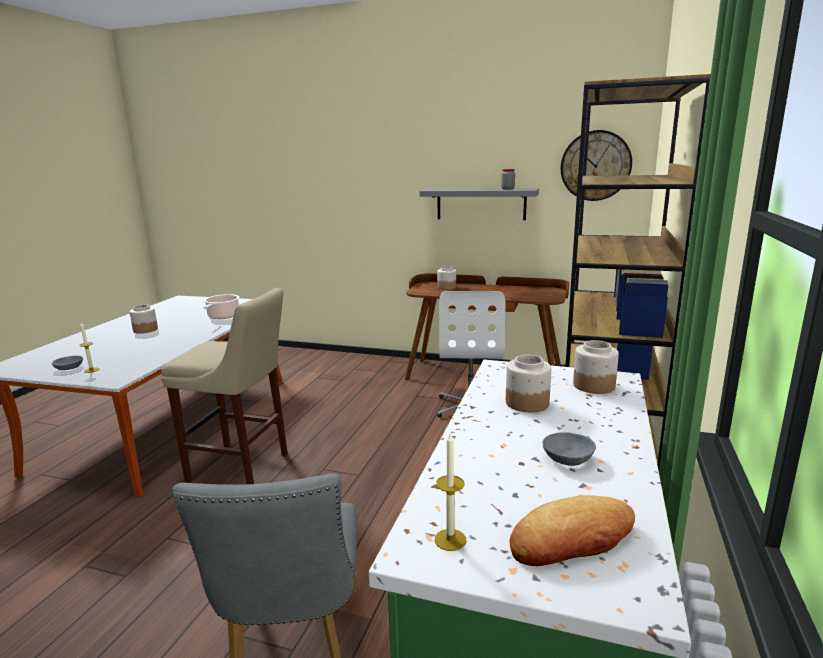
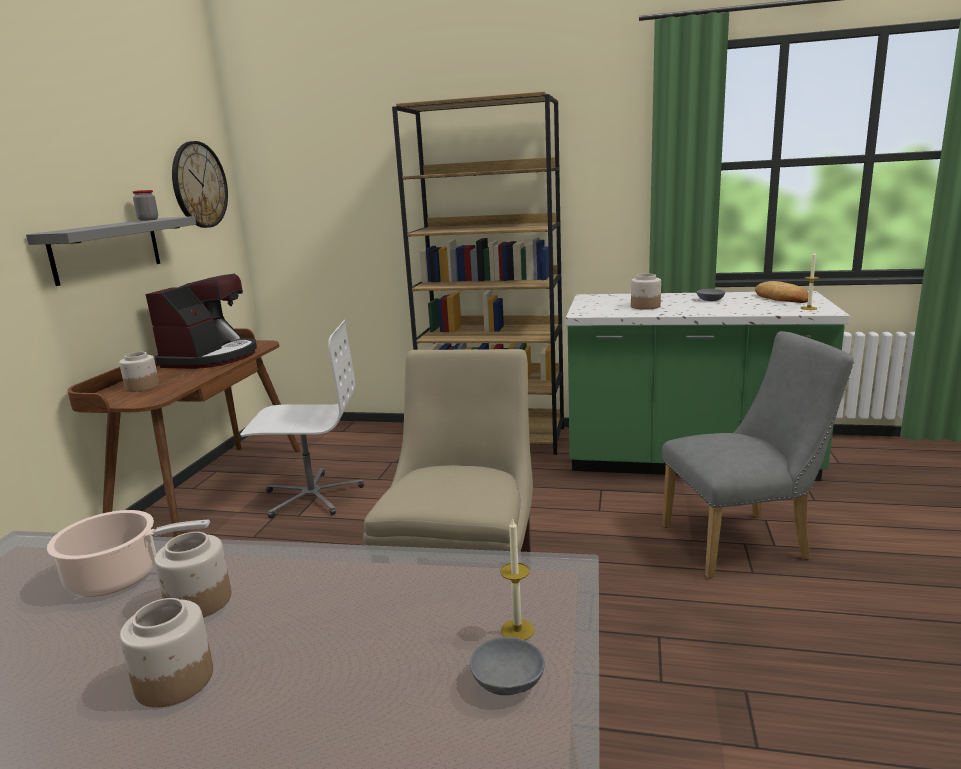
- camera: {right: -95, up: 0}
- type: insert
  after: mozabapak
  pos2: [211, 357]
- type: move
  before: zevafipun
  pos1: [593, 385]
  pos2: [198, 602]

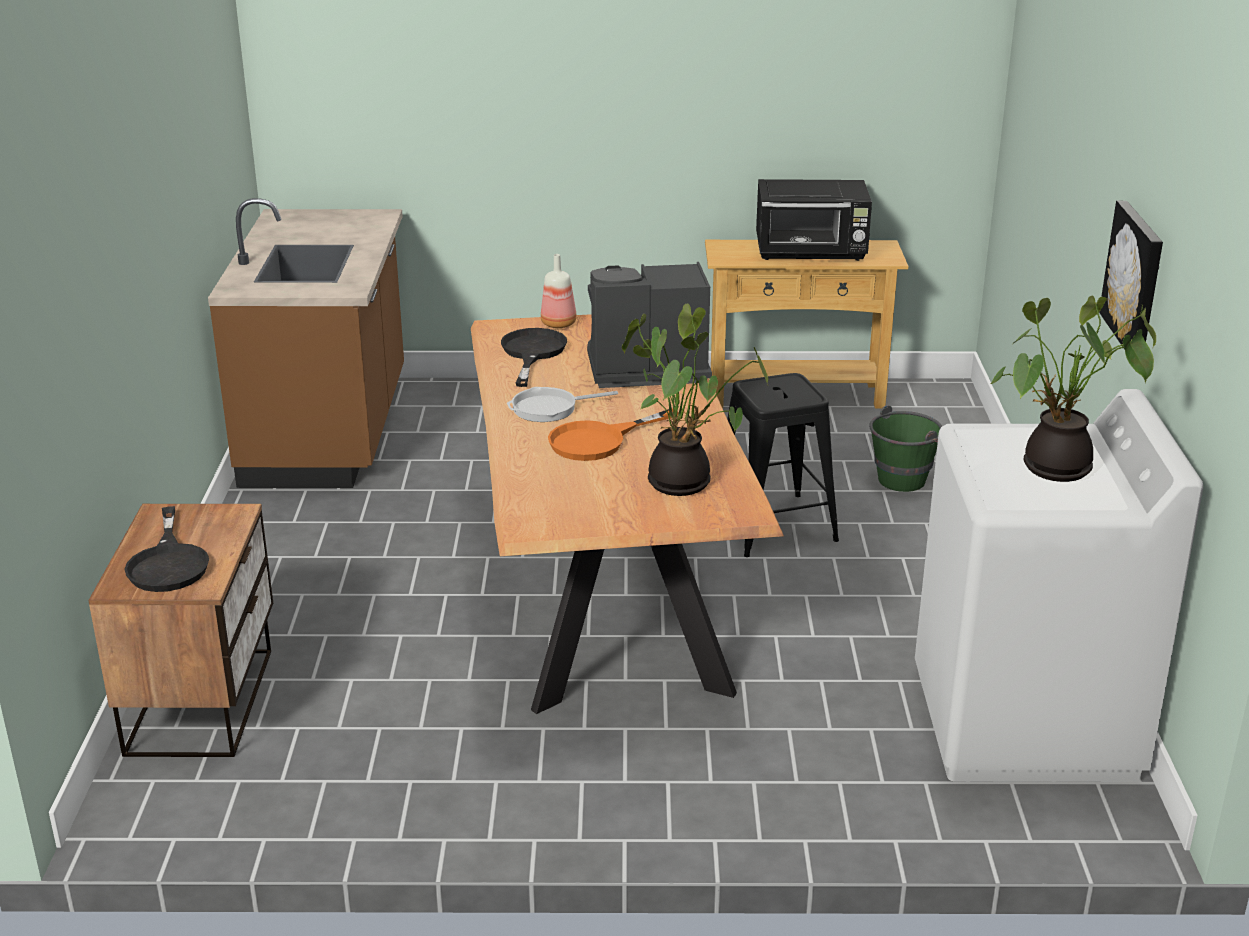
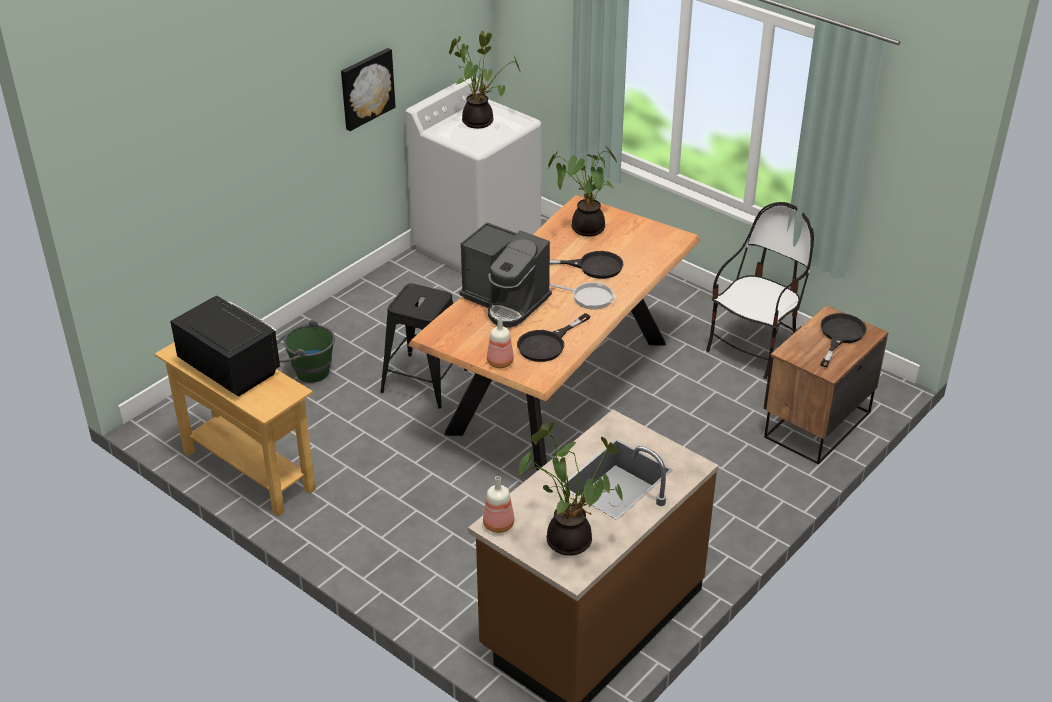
- camera: {right: -140, up: 10}
- type: insert
  after: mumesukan
  pos2: [498, 524]
- type: insert
  after: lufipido
  pos2: [570, 538]
- type: insert
  after: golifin
  pos2: [754, 348]
- type: recolor
  before: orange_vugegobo
  after: black_vugegobo
  pos1: [598, 440]
  pos2: [592, 266]

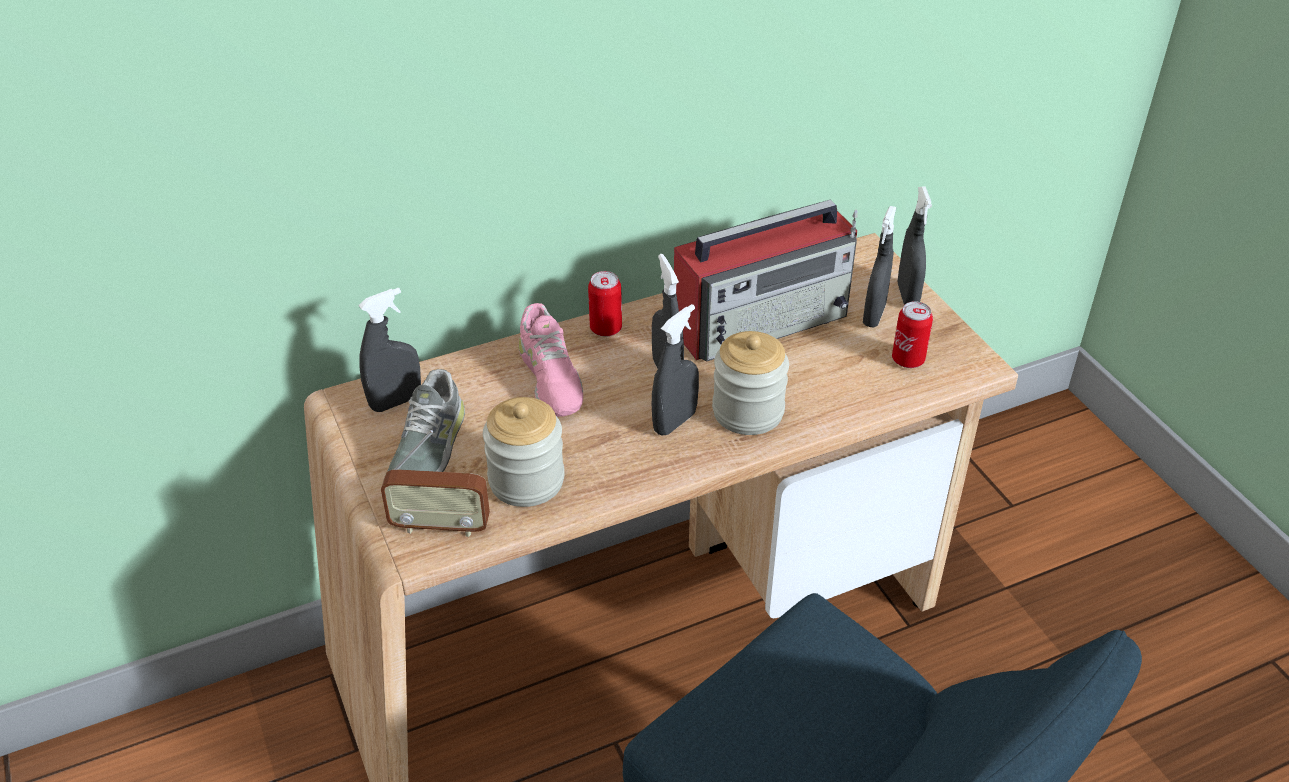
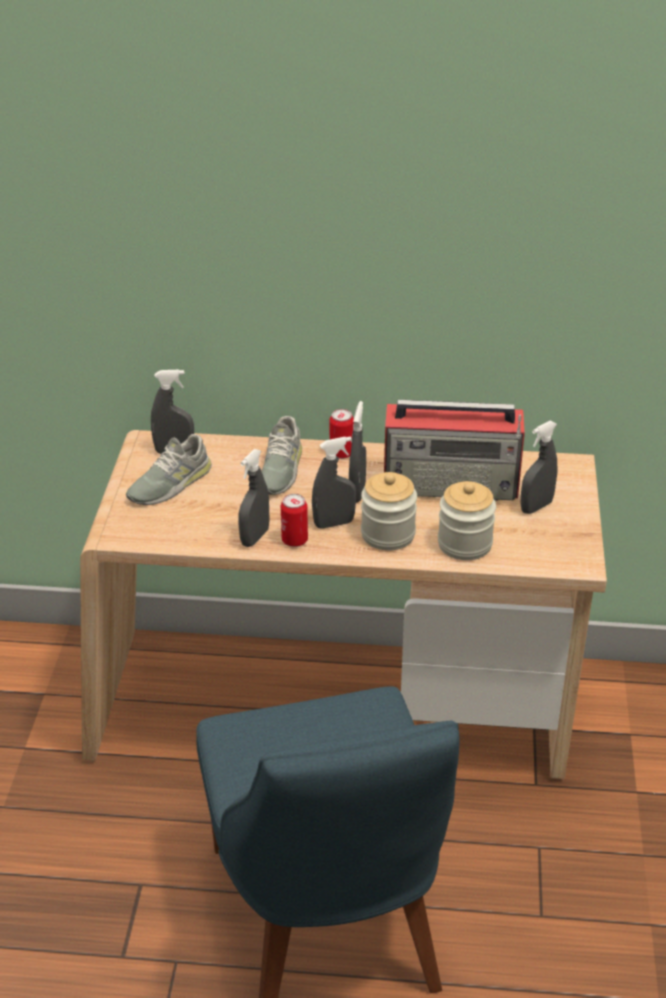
- camera: {right: 30, up: -5}
- type: delete
  before: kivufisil
  pos1: [440, 526]
- type: move
  before: zevafipun
  pos1: [526, 481]
  pos2: [464, 544]
- type: move
  before: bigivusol
  pos1: [908, 360]
  pos2: [294, 540]
- type: move
  before: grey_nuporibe
  pos1: [907, 295]
  pos2: [255, 537]
- type: recolor
  before: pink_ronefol
  after: grey_ronefol
  pos1: [550, 377]
  pos2: [279, 470]

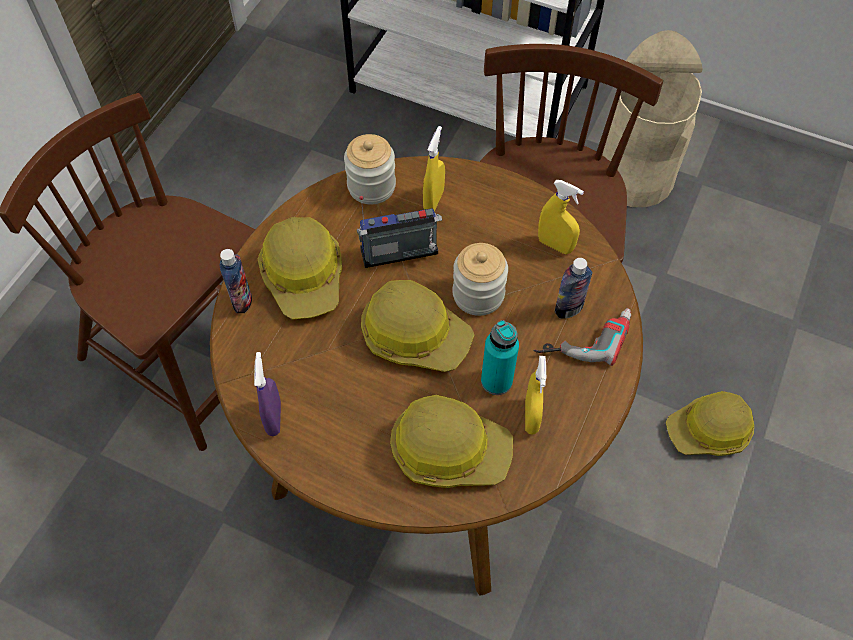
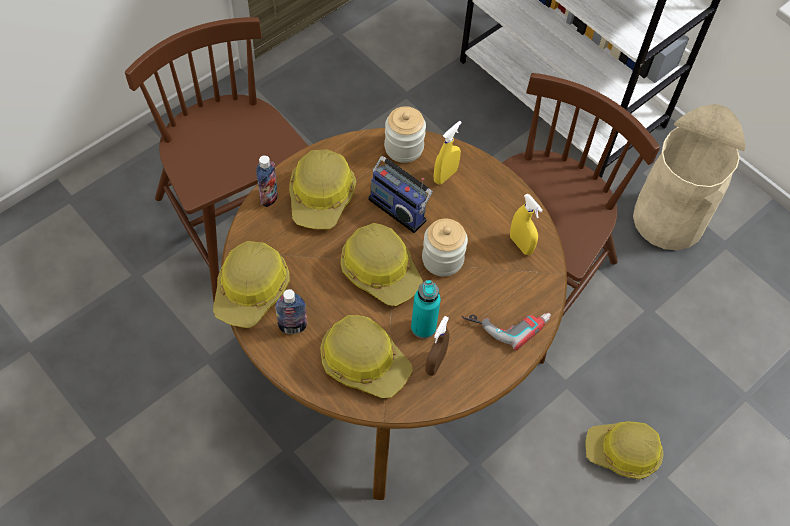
- camera: {right: 20, up: 0}
- type: move
  before: mumesukan
  pos1: [568, 309]
  pos2: [292, 327]
- type: replace
  before: purple_nuporibe
  after: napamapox
  pos1: [274, 418]
  pos2: [252, 290]
- type: recolor
  before: yellow_nuporibe
  after: brown_nuporibe
  pos1: [531, 417]
  pos2: [435, 363]
- type: rotate
  before: kivufisil
  pos1: [400, 255]
  pos2: [399, 208]
  turn: -150

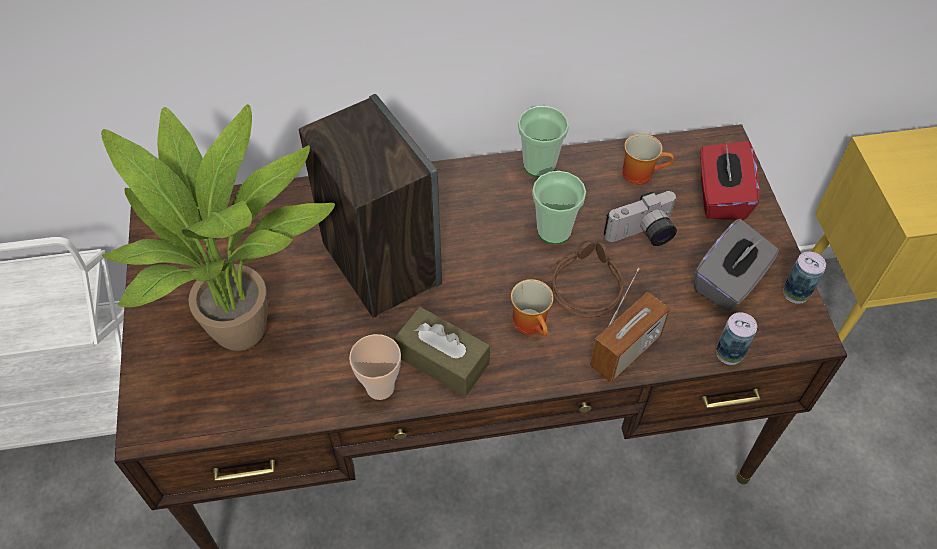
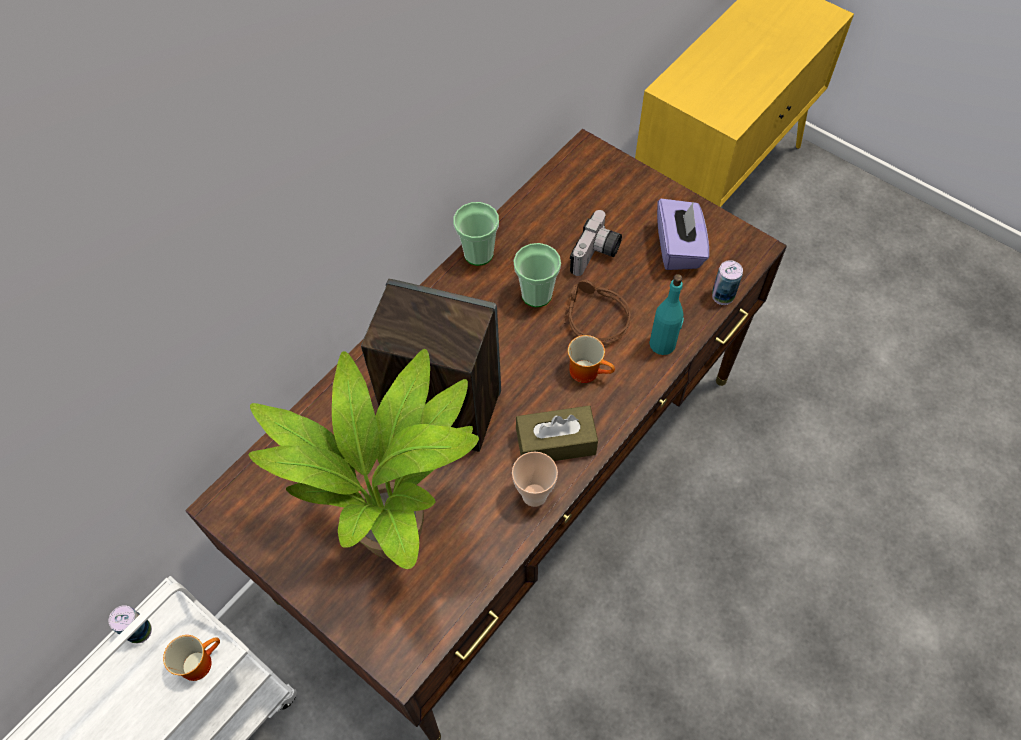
- camera: {right: -40, up: 5}
- type: delete
  before: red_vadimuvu
  pos1: [720, 196]
- type: move
  before: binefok
  pos1: [641, 172]
  pos2: [199, 660]
- type: move
  before: bigivusol
  pos1: [796, 293]
  pos2: [139, 631]
- type: replace
  before: kivufisil
  after: turquoise_mumesukan
  pos1: [625, 352]
  pos2: [663, 344]
- type: recolor
  before: grey_vadimuvu
  after: purple_vadimuvu
  pos1: [729, 282]
  pos2: [679, 248]

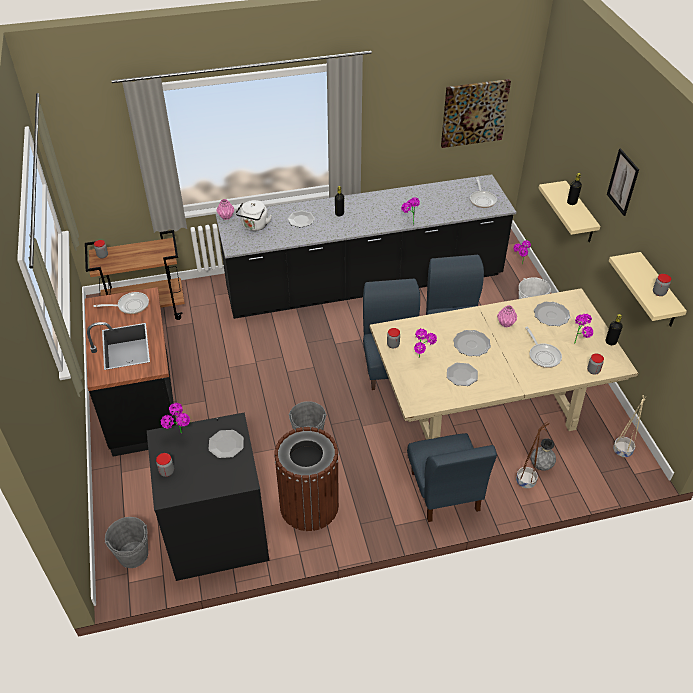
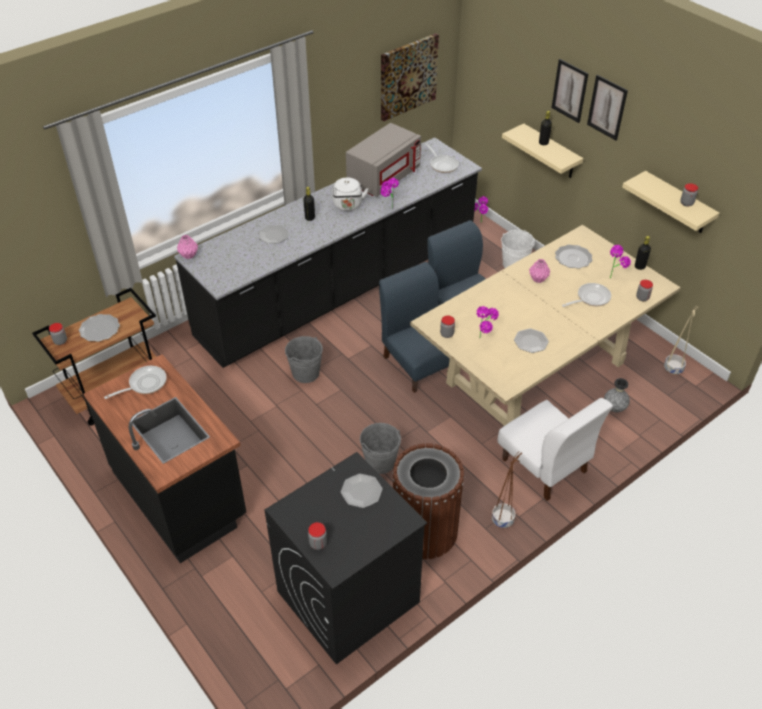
- camera: {right: -25, up: 0}
- type: delete
  before: lufipido
  pos1: [180, 437]
- type: insert
  after: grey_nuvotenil
  pos2: [383, 177]
- type: insert
  after: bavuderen
  pos2: [569, 91]
- type: move
  before: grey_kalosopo
  pos1: [133, 554]
  pos2: [306, 373]
- type: move
  before: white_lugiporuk
  pos1: [254, 226]
  pos2: [348, 206]
- type: move
  before: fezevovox
  pos1: [471, 345]
  pos2: [100, 329]
- type: move
  before: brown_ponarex
  pos1: [526, 481]
  pos2: [503, 519]
- type: recolor
  before: blue_golifin
  after: white_golifin
  pos1: [444, 491]
  pos2: [544, 466]
- type: rotate
  before: vugegobo
  pos1: [543, 355]
  pos2: [590, 298]
  turn: -75

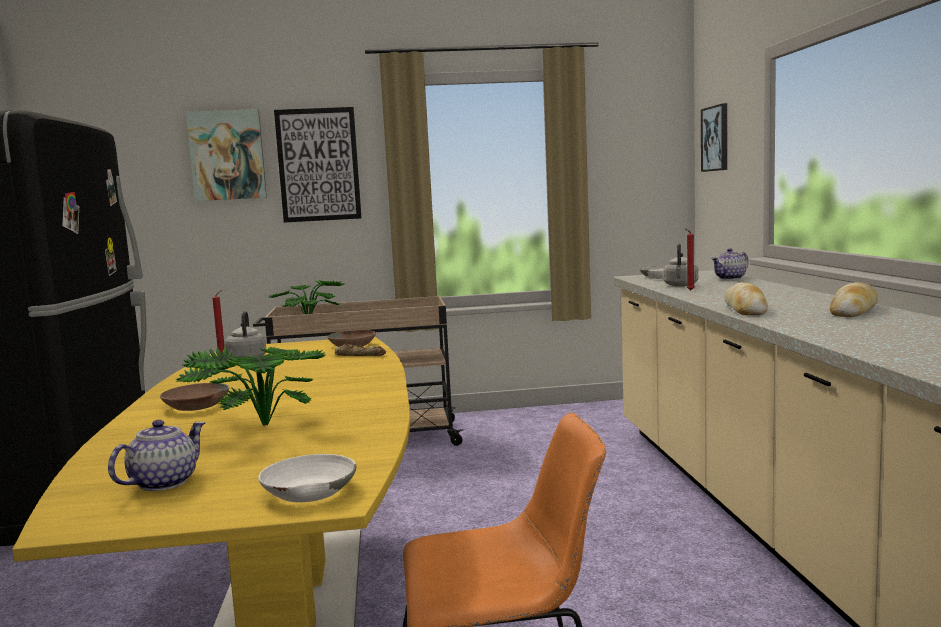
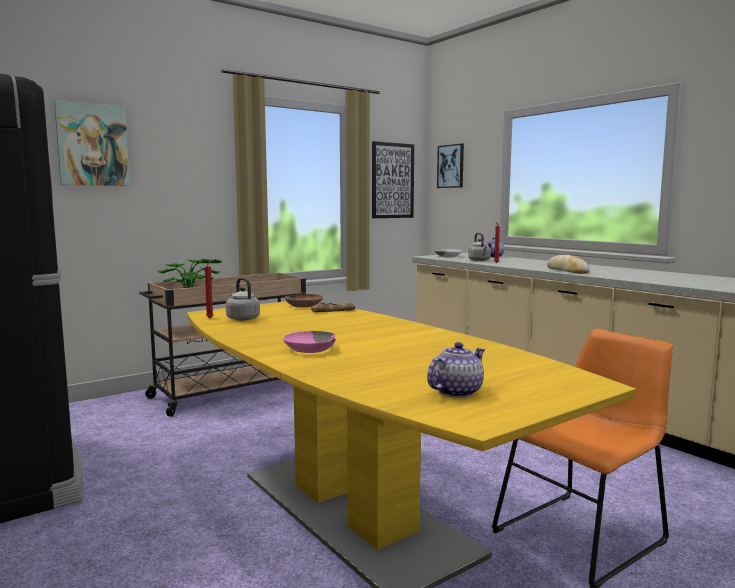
- camera: {right: -30, up: 0}
- type: delete
  before: lufipido
  pos1: [256, 428]
- type: delete
  before: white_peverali
  pos1: [307, 491]
- type: delete
  before: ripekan
  pos1: [853, 310]
- type: move
  before: bavuderen
  pos1: [318, 165]
  pos2: [392, 180]
- type: recolor
  before: brown_peverali
  after: pink_peverali
  pos1: [195, 406]
  pos2: [310, 349]
- type: rotate
  before: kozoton
  pos1: [164, 482]
  pos2: [456, 391]
  turn: 45

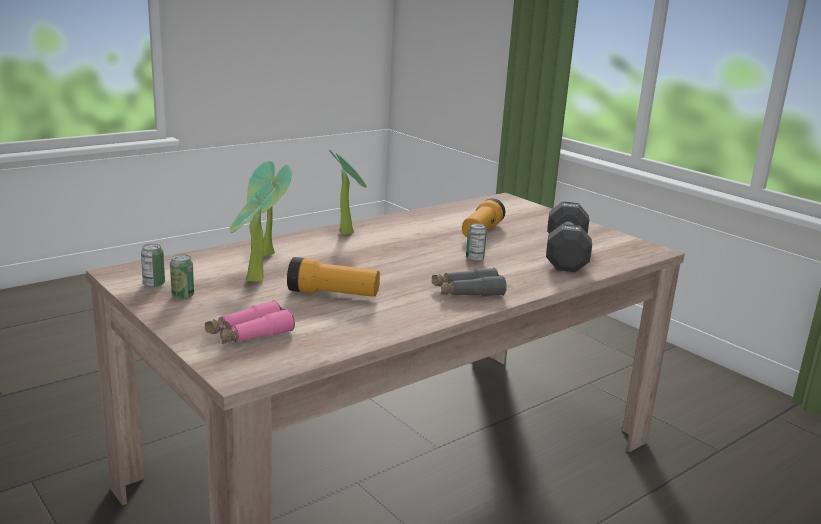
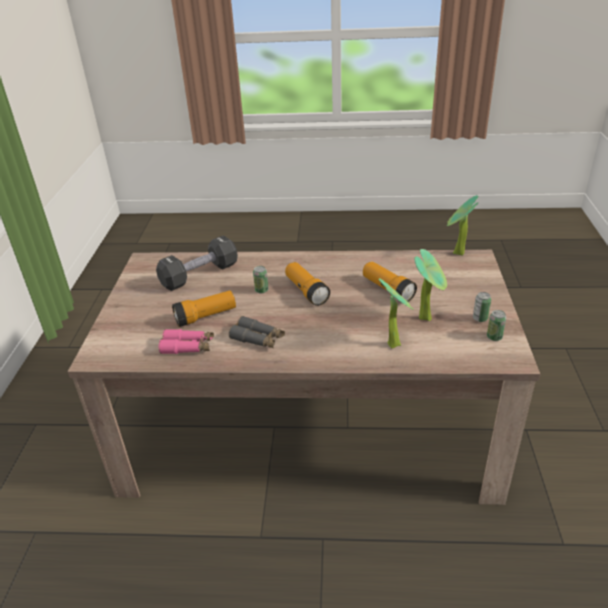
- camera: {right: -135, up: 15}
- type: insert
  after: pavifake
  pos2: [306, 291]
- type: move
  before: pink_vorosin
  pos1: [249, 334]
  pos2: [188, 347]
- type: move
  before: lufipido
  pos1: [347, 232]
  pos2: [457, 254]
- type: move
  before: grey_vorosin
  pos1: [467, 292]
  pos2: [258, 338]

